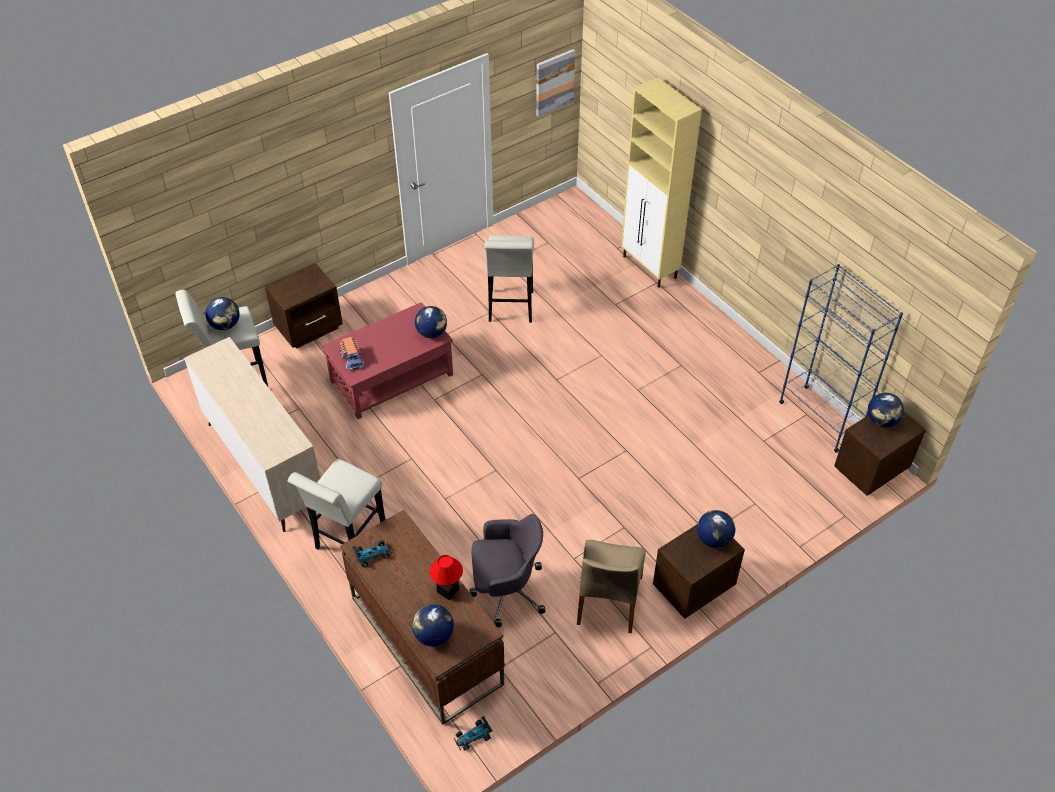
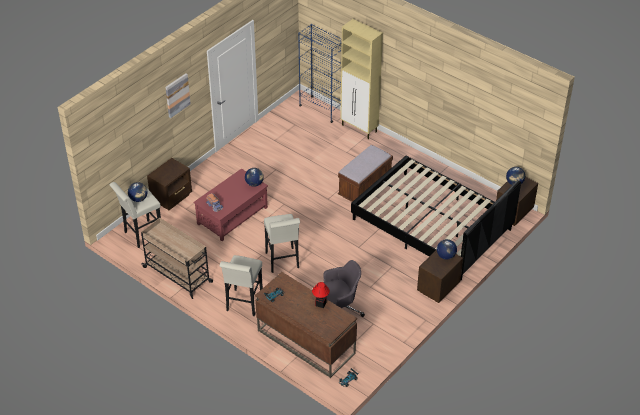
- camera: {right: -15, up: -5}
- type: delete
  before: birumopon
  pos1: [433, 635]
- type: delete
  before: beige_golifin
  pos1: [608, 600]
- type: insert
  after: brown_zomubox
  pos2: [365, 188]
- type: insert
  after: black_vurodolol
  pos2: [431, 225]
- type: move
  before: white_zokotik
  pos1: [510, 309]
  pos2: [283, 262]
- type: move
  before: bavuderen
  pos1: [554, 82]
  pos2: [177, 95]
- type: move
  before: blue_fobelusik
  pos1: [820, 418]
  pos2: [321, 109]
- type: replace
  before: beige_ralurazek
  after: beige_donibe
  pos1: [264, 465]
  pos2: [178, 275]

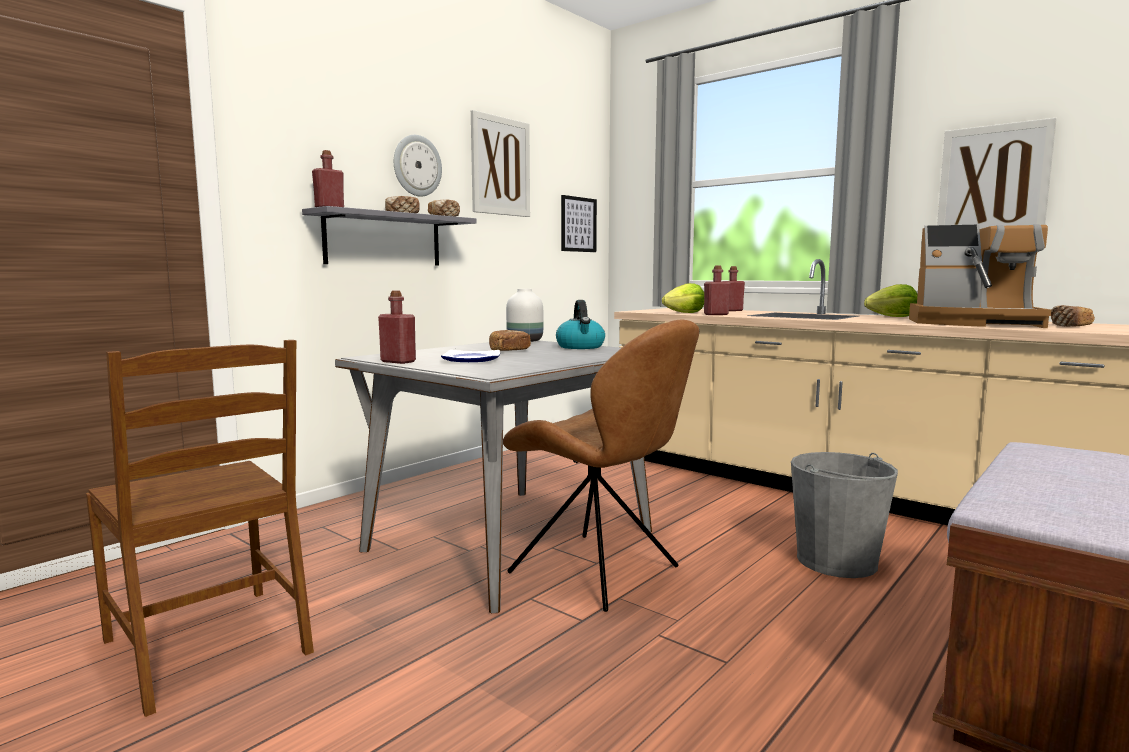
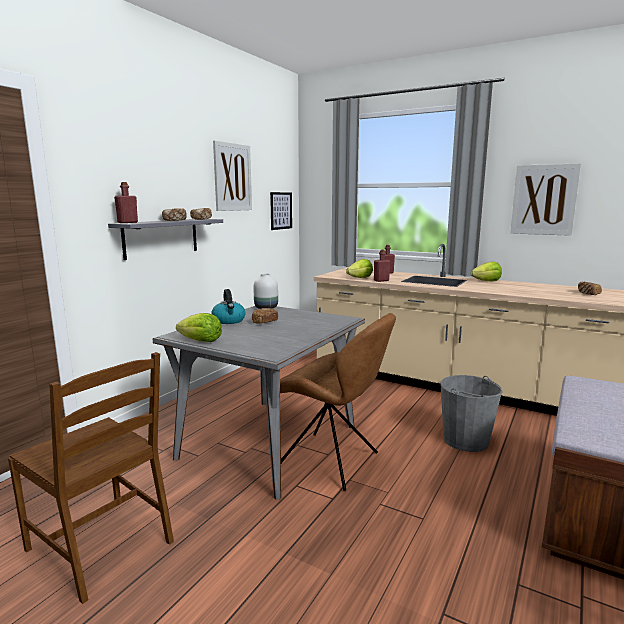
- camera: {right: -10, up: 5}
- type: delete
  before: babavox
  pos1: [417, 166]
- type: delete
  before: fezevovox
  pos1: [472, 360]
- type: delete
  before: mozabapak
  pos1: [974, 323]
- type: move
  before: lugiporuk
  pos1: [580, 347]
  pos2: [229, 321]
- type: replace
  before: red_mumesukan
  after: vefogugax
  pos1: [398, 362]
  pos2: [201, 341]

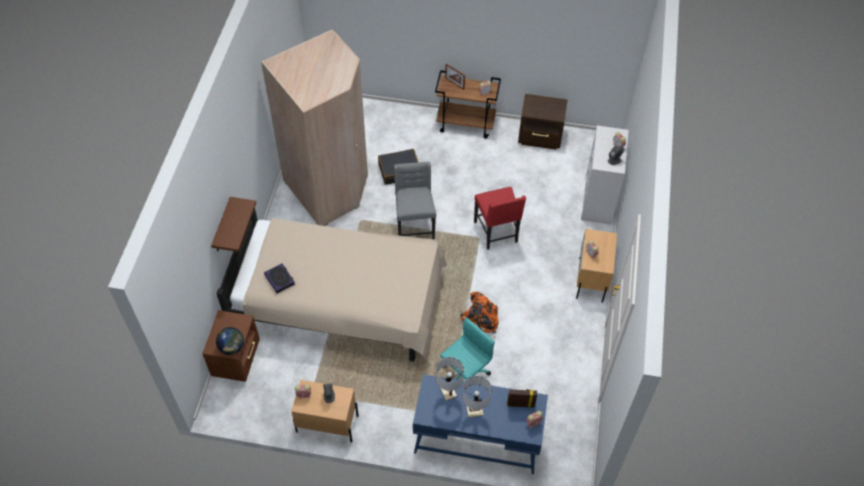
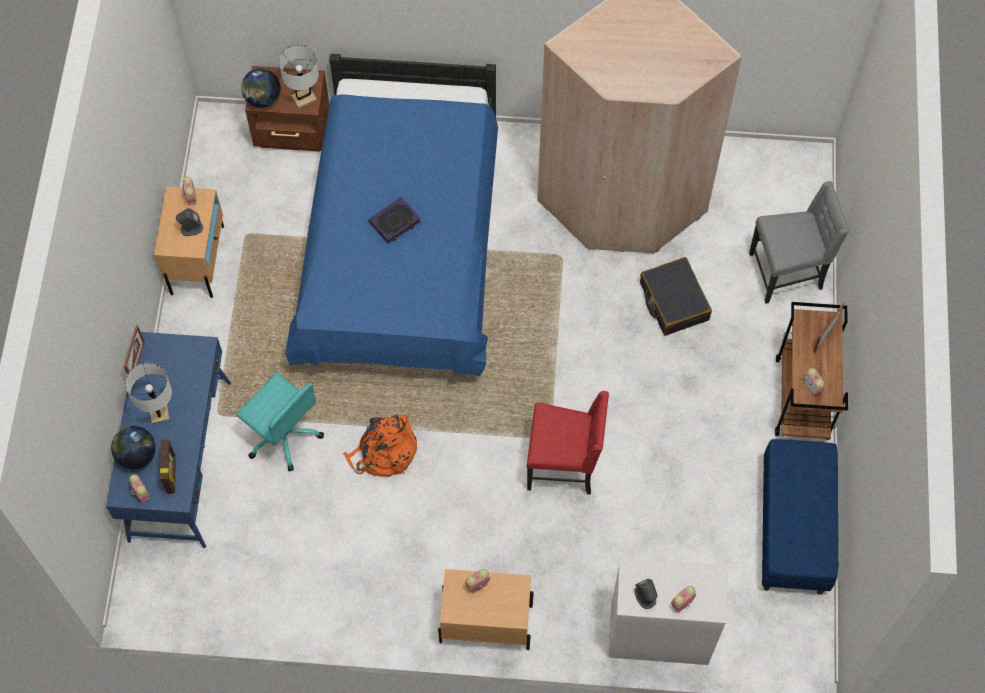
- camera: {right: 85, up: 10}
- type: delete
  before: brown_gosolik
  pos1: [222, 227]
- type: insert
  after: birumopon
  pos2: [137, 455]
- type: insert
  after: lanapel
  pos2: [137, 361]
- type: move
  before: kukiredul
  pos1: [280, 279]
  pos2: [395, 222]
- type: move
  before: grey_golifin
  pos1: [414, 225]
  pos2: [787, 272]
- type: move
  before: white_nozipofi
  pos1: [448, 392]
  pos2: [304, 98]
- type: replace
  before: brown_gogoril
  after: blue_zomubox
  pos1: [540, 138]
  pos2: [794, 529]
- type: recolor
  before: beige_vurodolol
  after: blue_vurodolol
  pos1: [341, 302]
  pos2: [402, 249]
- type: rotate
  before: red_golifin
  pos1: [497, 232]
  pos2: [564, 465]
  turn: -150

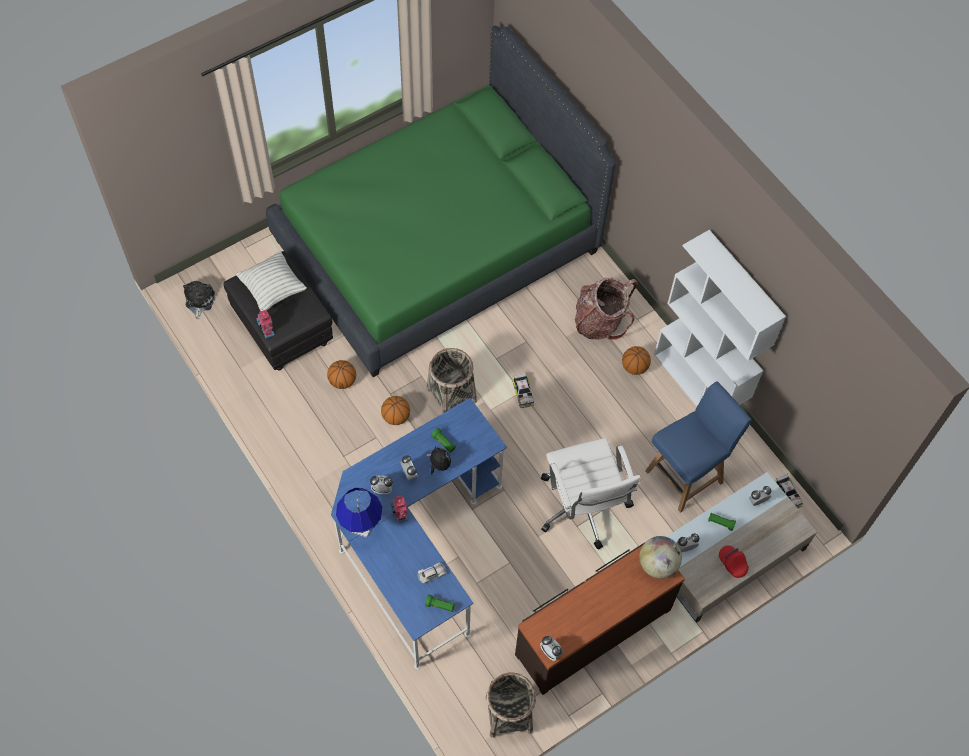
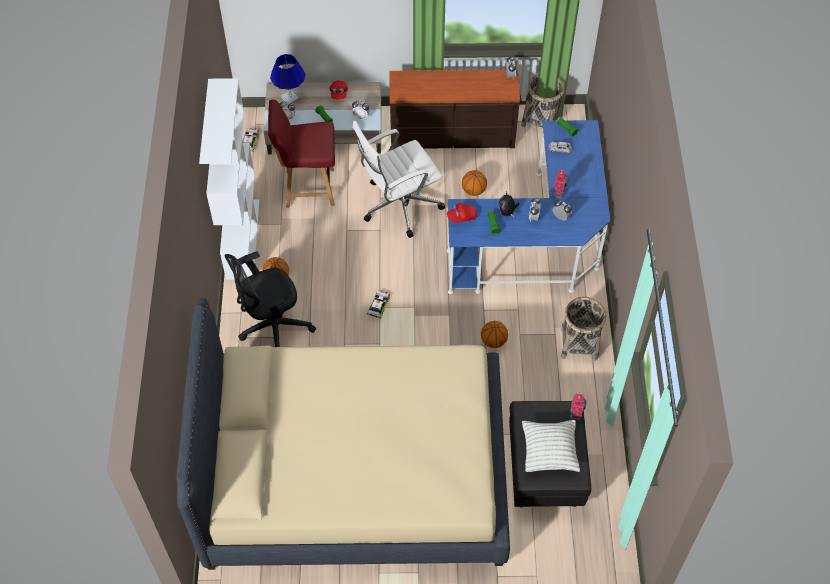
- camera: {right: -145, up: -5}
- type: delete
  before: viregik
  pos1: [199, 301]
- type: delete
  before: birumopon
  pos1: [658, 564]
- type: insert
  after: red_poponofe
  pos2: [461, 217]
- type: move
  before: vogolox
  pos1: [342, 381]
  pos2: [473, 191]
- type: move
  before: blue_nozipofi
  pos1: [361, 527]
  pos2: [290, 98]
- type: move
  before: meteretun
  pos1: [451, 395]
  pos2: [578, 344]
- type: replace
  before: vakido
  after: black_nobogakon
  pos1: [600, 322]
  pos2: [272, 326]
- type: recolor
  before: green_vurodolol
  after: beige_vurodolol
  pos1: [437, 246]
  pos2: [355, 472]
- type: recolor
  before: blue_golifin
  after: red_golifin
  pos1: [686, 476]
  pos2: [308, 187]
- type: rotate
  before: white_nobogakon
  pos1: [583, 508]
  pos2: [399, 205]
  turn: -135

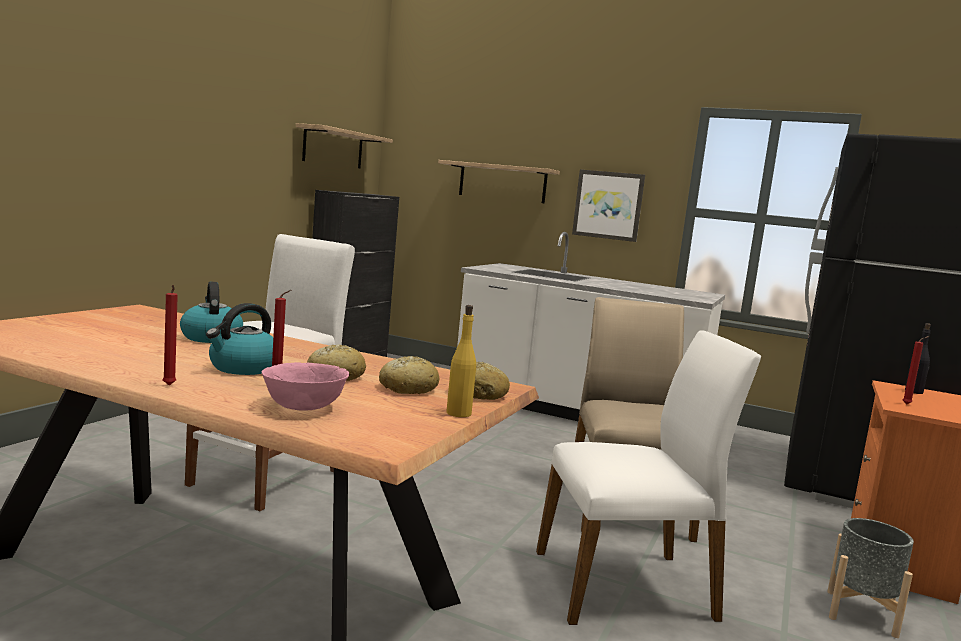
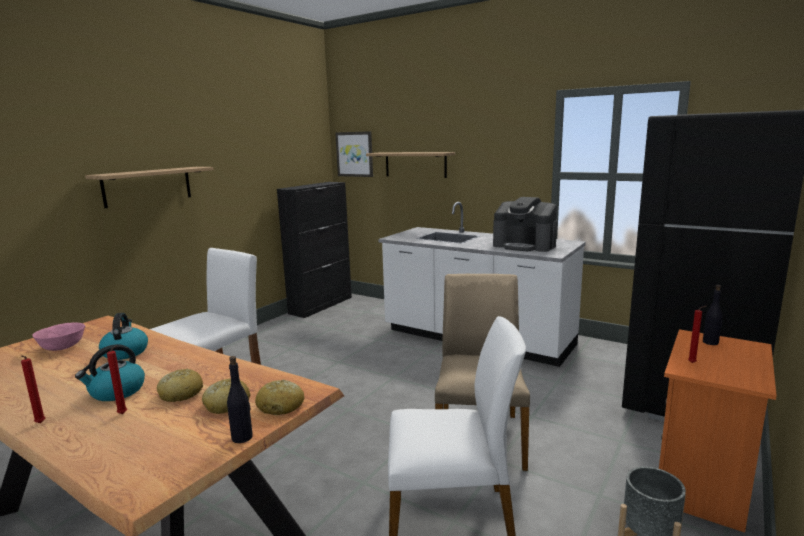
- camera: {right: 10, up: 5}
- type: insert
  after: mozabapak
  pos2: [524, 245]
- type: move
  before: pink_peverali
  pos1: [303, 407]
  pos2: [62, 348]
- type: move
  before: gosolik
  pos1: [333, 147]
  pos2: [148, 186]
- type: move
  before: bavuderen
  pos1: [608, 205]
  pos2: [355, 154]
- type: recolor
  before: yellow_mumesukan
  after: black_mumesukan
  pos1: [459, 413]
  pos2: [242, 437]

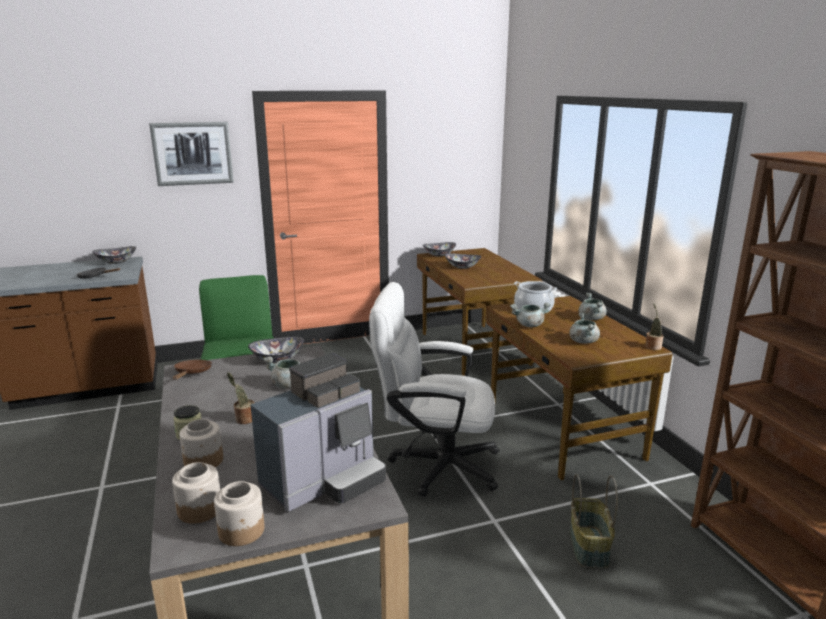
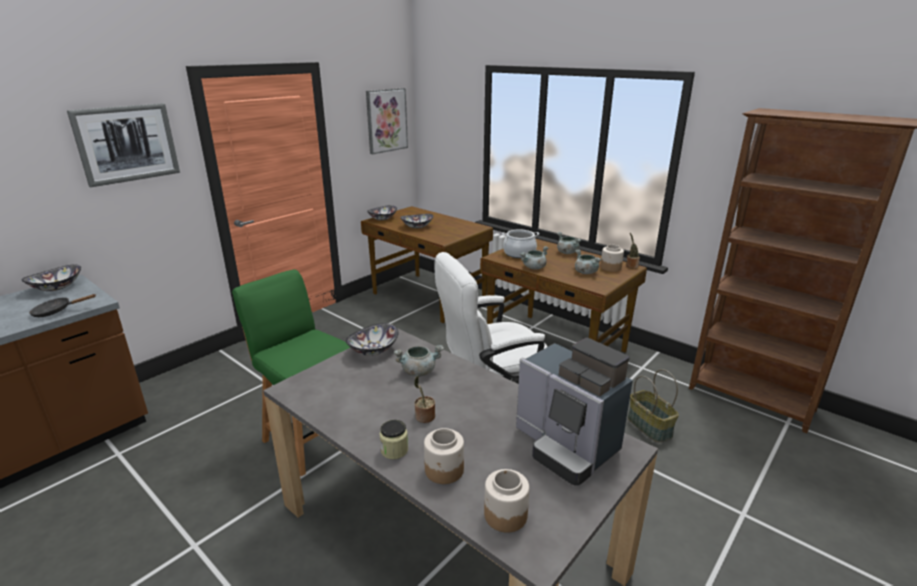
- camera: {right: -30, up: 5}
- type: delete
  before: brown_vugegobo
  pos1: [192, 373]
- type: insert
  after: bavuderen
  pos2: [386, 120]
- type: move
  before: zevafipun
  pos1: [242, 531]
  pos2: [611, 268]
- type: rotate
  before: mozabapak
  pos1: [325, 481]
  pos2: [566, 446]
  turn: 120

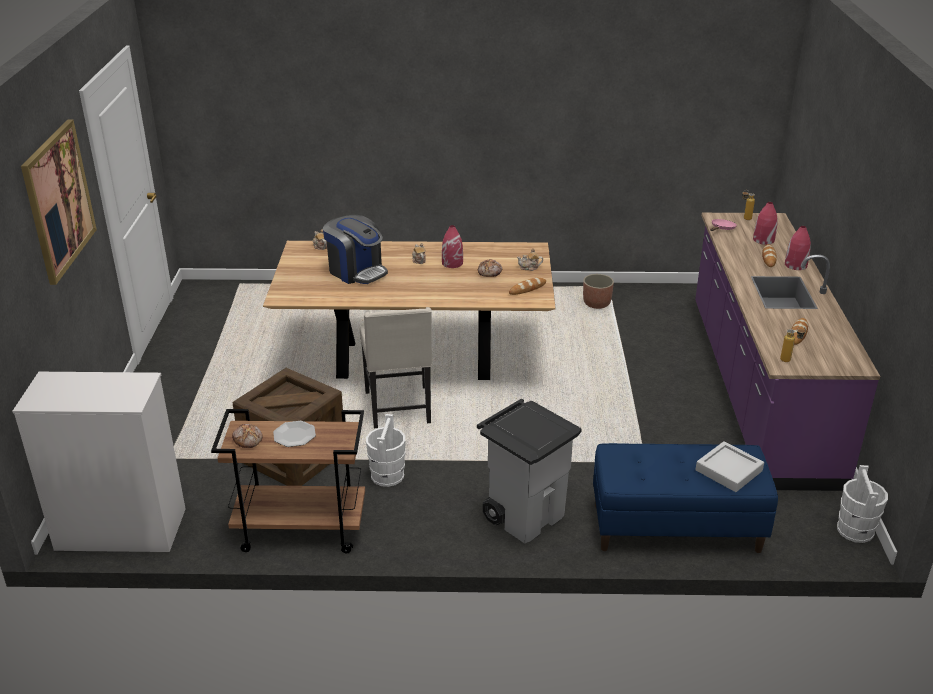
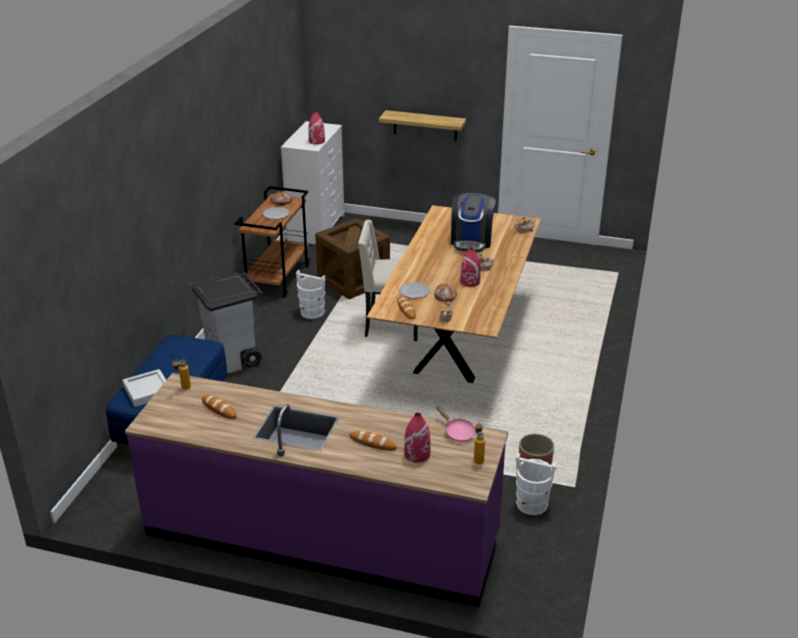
- camera: {right: 105, up: 0}
- type: delete
  before: bavuderen
  pos1: [58, 200]
- type: insert
  after: gosolik
  pos2: [425, 125]
- type: insert
  after: fezevovox
  pos2: [414, 291]
- type: move
  before: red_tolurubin
  pos1: [795, 265]
  pos2: [316, 141]
- type: move
  before: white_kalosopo
  pos1: [855, 530]
  pos2: [531, 504]
- type: rotate
  before: mozabapak
  pos1: [356, 271]
  pos2: [471, 241]
  turn: -45

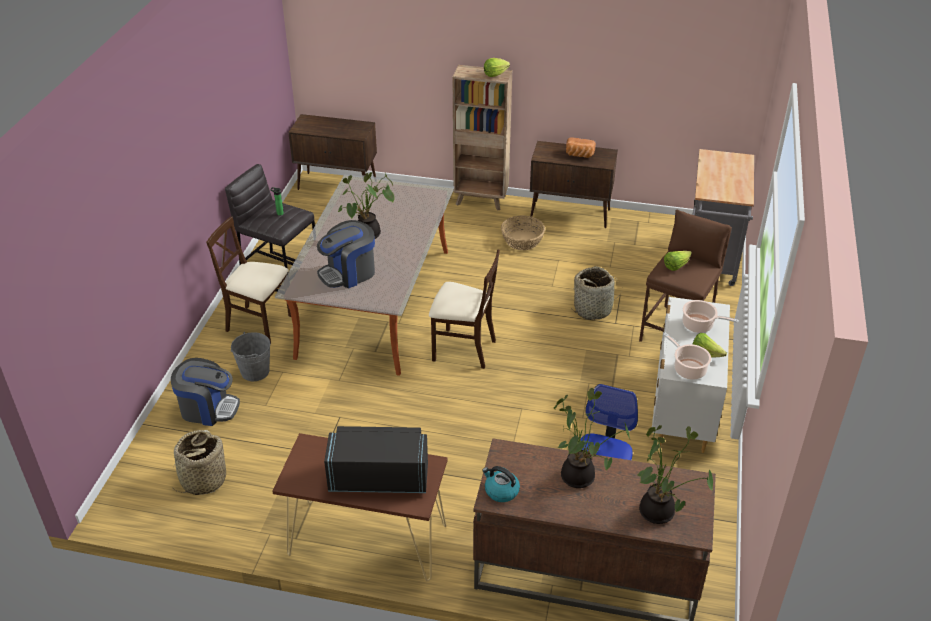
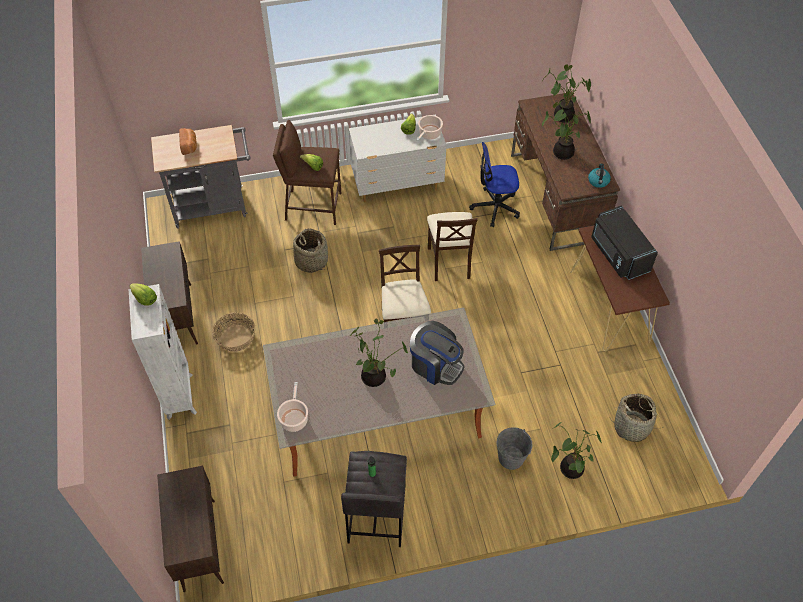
- camera: {right: -115, up: 15}
- type: move
  before: beige_golifin
  pos1: [259, 324]
  pos2: [449, 262]
- type: move
  before: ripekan
  pos1: [579, 155]
  pos2: [189, 146]
- type: move
  before: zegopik
  pos1: [700, 325]
  pos2: [294, 418]
- type: replace
  before: mozabapak
  after: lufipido
  pos1: [208, 408]
  pos2: [569, 467]
- type: recolor
  before: brown_fobelusik
  after: white_fobelusik
  pos1: [481, 200]
  pos2: [180, 395]

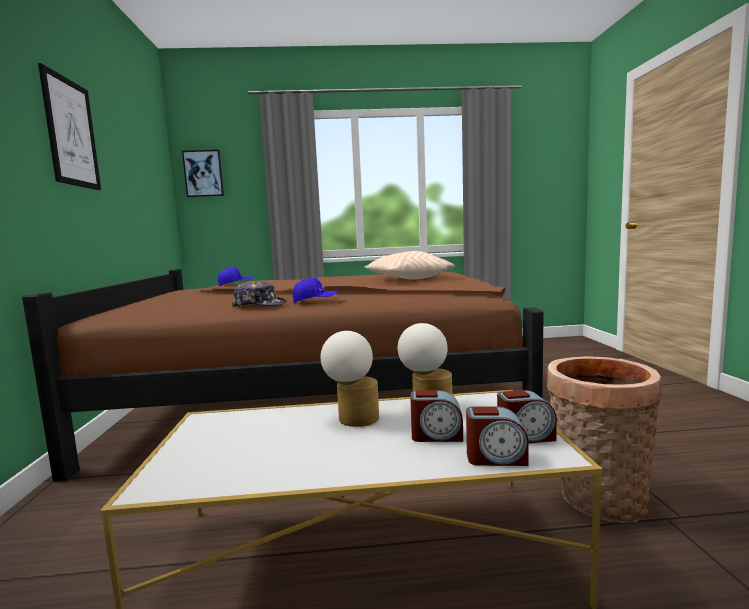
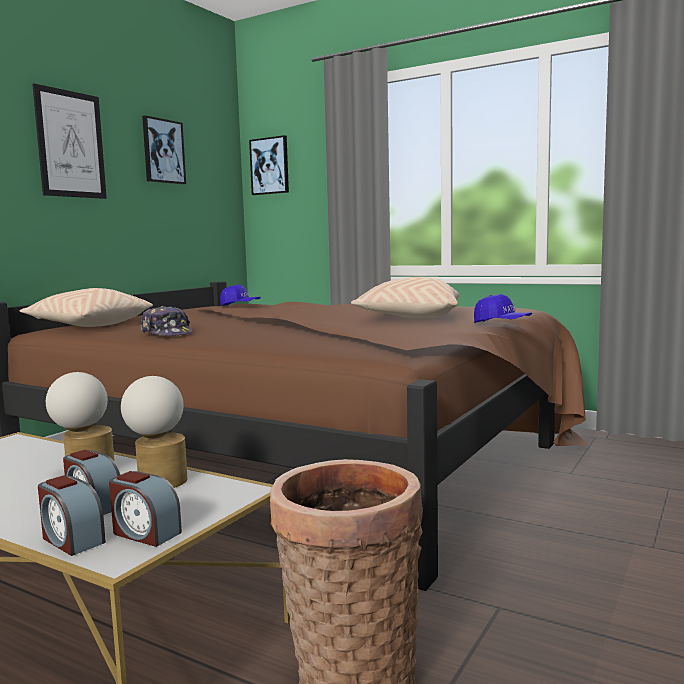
- camera: {right: 35, up: 0}
- type: insert
  after: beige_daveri
  pos2: [89, 325]
- type: insert
  after: bavuderen
  pos2: [163, 151]
- type: move
  before: blue_poponofe
  pos1: [316, 301]
  pos2: [501, 324]

